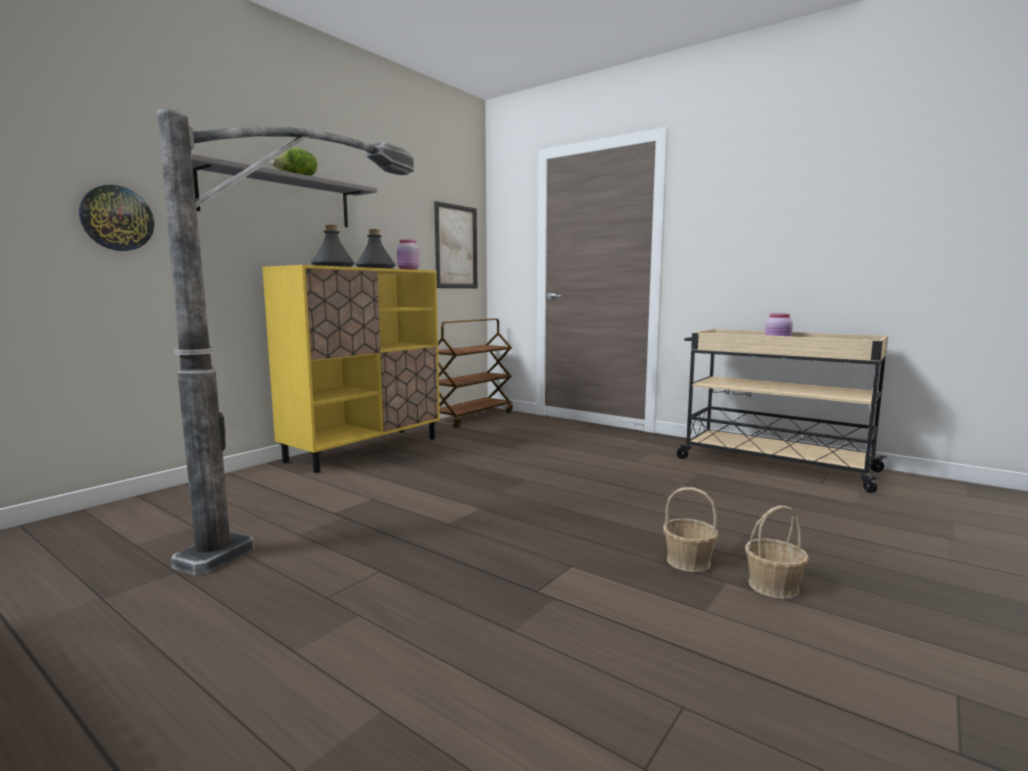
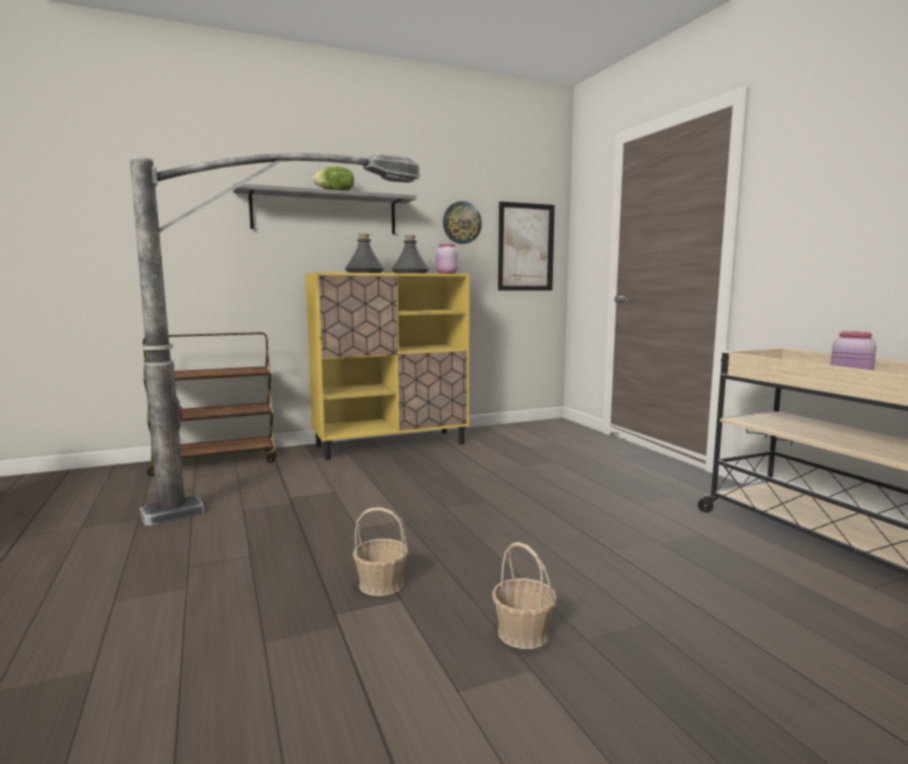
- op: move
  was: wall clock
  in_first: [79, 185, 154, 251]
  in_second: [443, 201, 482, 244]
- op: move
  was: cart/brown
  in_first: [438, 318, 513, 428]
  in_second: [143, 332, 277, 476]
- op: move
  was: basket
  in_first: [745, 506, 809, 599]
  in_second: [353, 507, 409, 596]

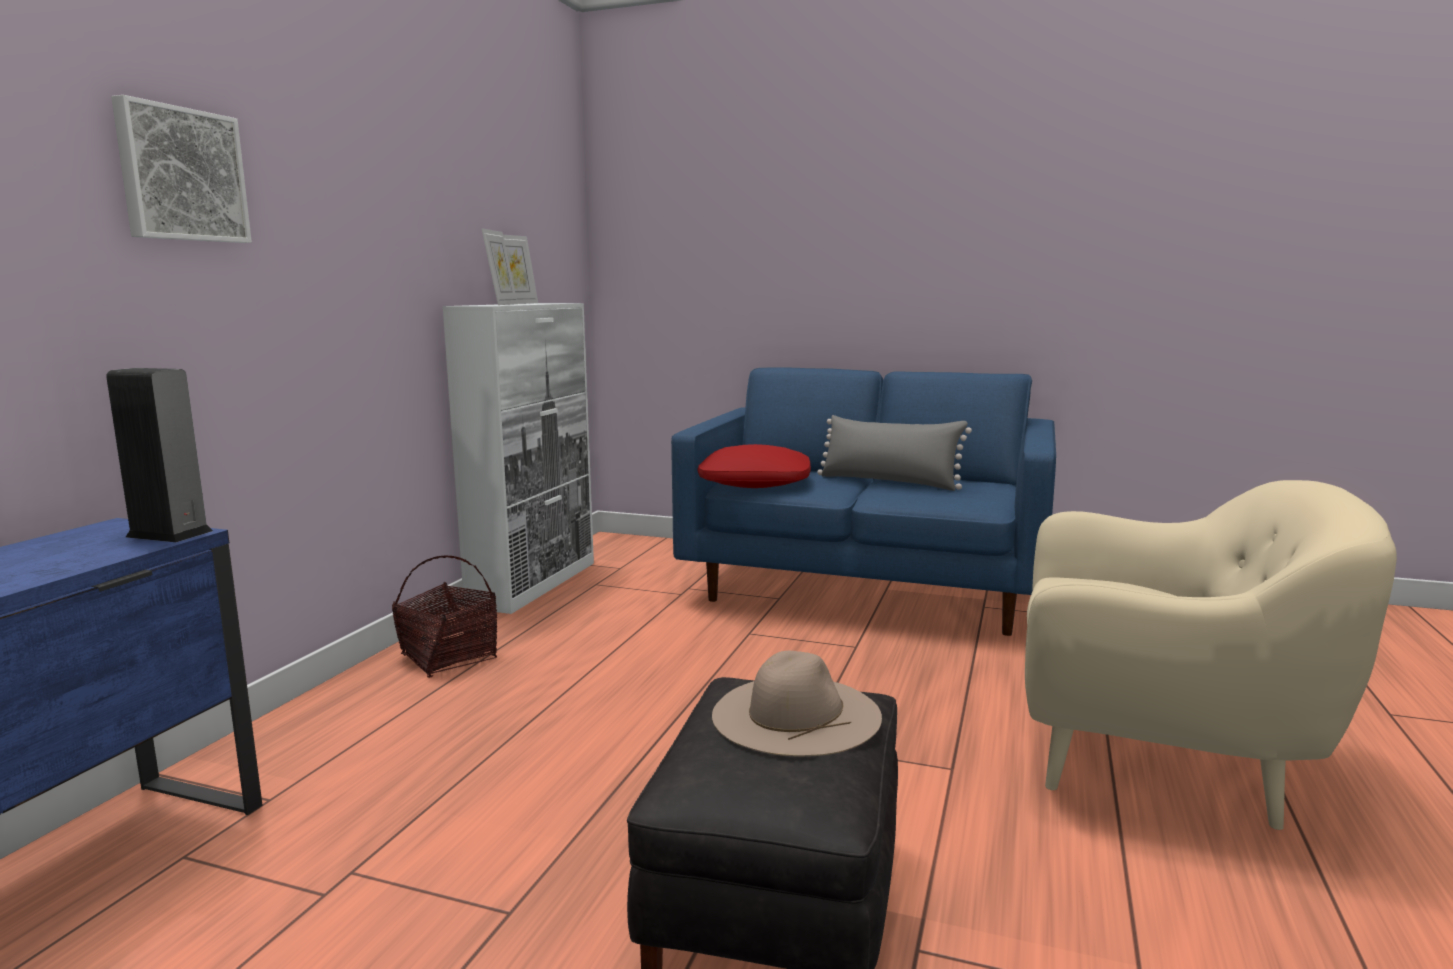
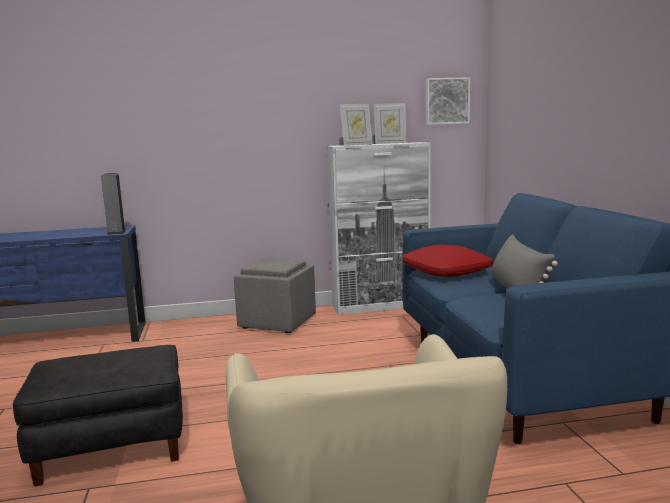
- op: delete
  was: hat/beige
  in_first: [712, 651, 882, 756]
- op: move
  was: picture
  in_first: [111, 95, 252, 243]
  in_second: [426, 77, 470, 125]
- op: replace
  was: basket
  now: ottoman/grey
  in_first: [392, 556, 497, 678]
  in_second: [234, 258, 316, 333]

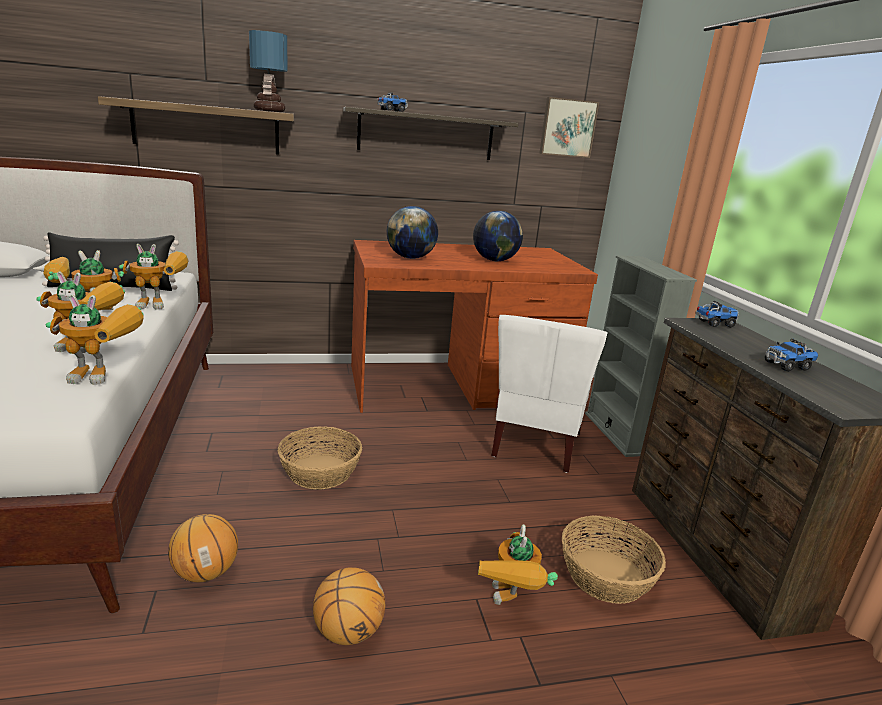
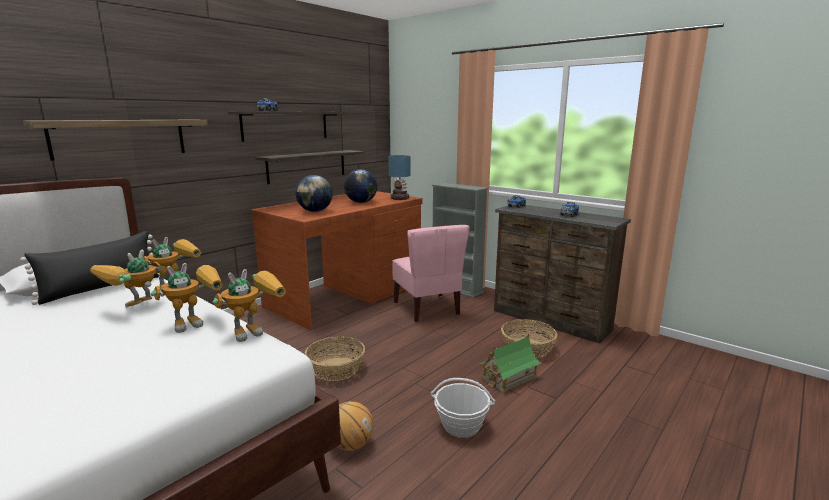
- op: delete
  was: picture
  in_first: [539, 97, 599, 158]
- op: insert
  now: shelf
  in_second: [256, 150, 365, 184]
- op: move
  was: table lamp
  in_first: [249, 30, 288, 112]
  in_second: [389, 155, 410, 200]
- op: replace
  was: basketball
  now: basket
  in_first: [313, 567, 385, 645]
  in_second: [431, 378, 495, 438]
- op: replace
  was: toy robot
  now: toy house
  in_first: [478, 524, 558, 605]
  in_second: [479, 334, 542, 392]
- op: recolor
  was: chair/white
  now: chair/pink
  in_first: [491, 315, 607, 473]
  in_second: [392, 225, 470, 322]

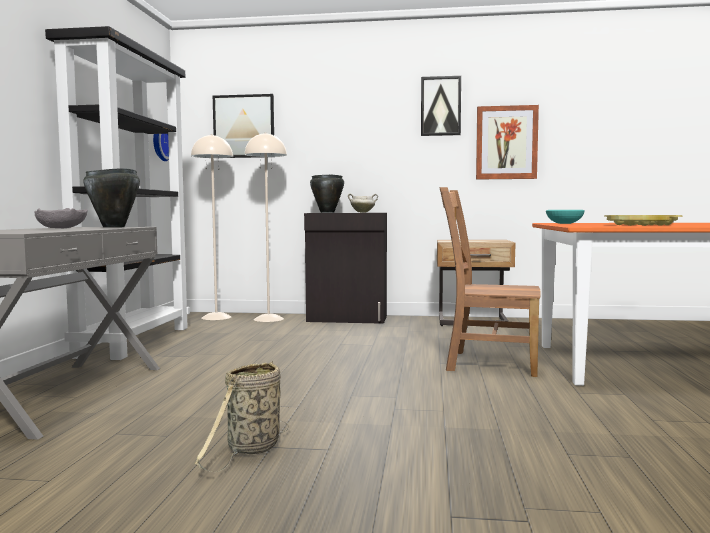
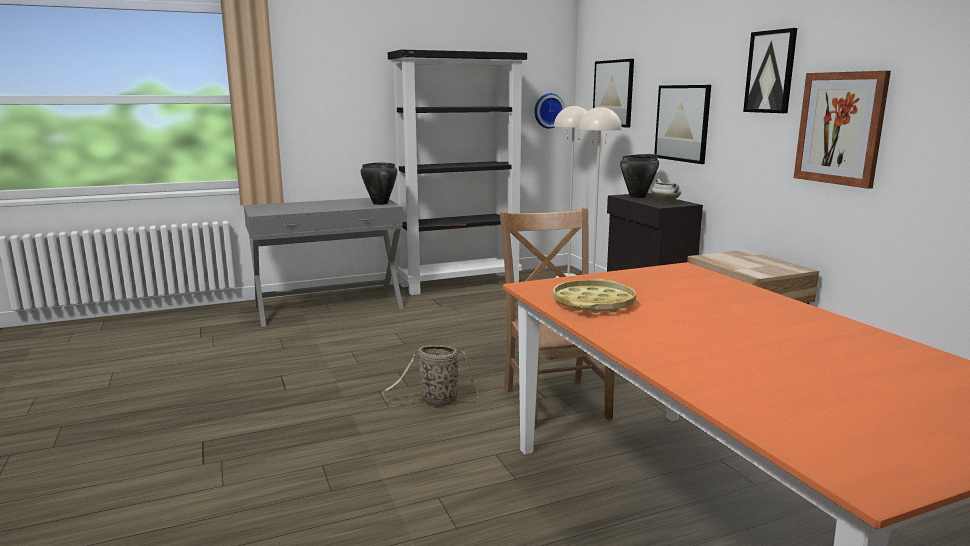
- op: delete
  was: bowl/grey
  in_first: [35, 208, 87, 228]
- op: delete
  was: bowl/turquoise
  in_first: [546, 210, 585, 224]
- op: insert
  now: picture
  in_second: [654, 85, 711, 164]
- op: move
  was: basket
  in_first: [195, 361, 289, 472]
  in_second: [382, 345, 478, 406]

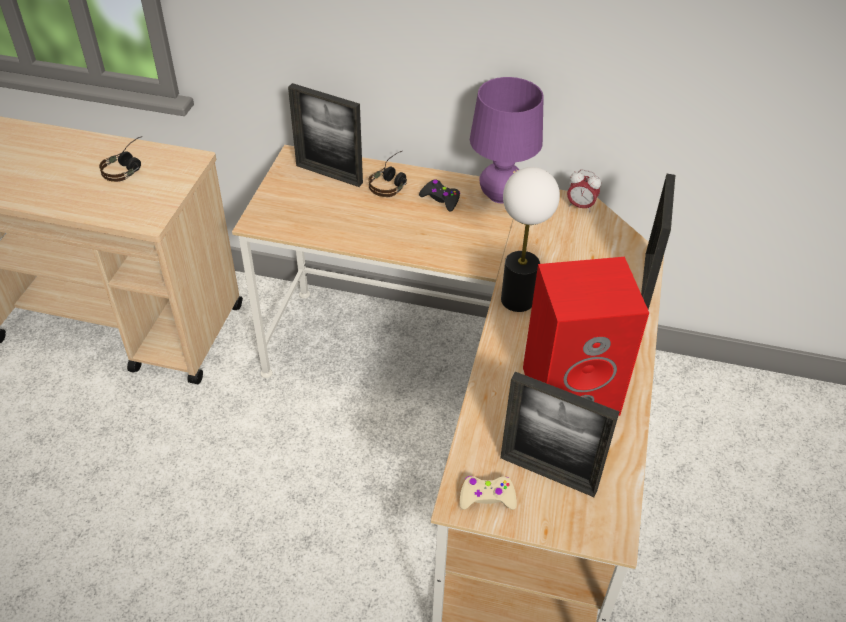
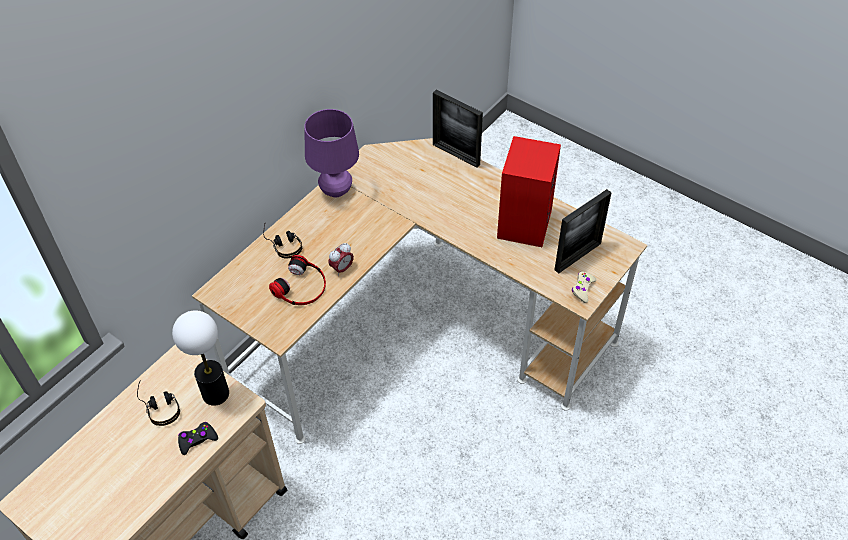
- op: delete
  was: picture frame
  in_first: [288, 83, 363, 187]
- op: insert
  now: headphones
  in_second: [269, 255, 326, 305]
- op: move
  was: game controller/black
  in_first: [419, 179, 460, 212]
  in_second: [178, 422, 218, 455]
- op: move
  was: table lamp
  in_first: [501, 167, 560, 312]
  in_second: [172, 310, 229, 406]
- op: move
  was: alarm clock
  in_first: [567, 170, 601, 212]
  in_second: [328, 243, 354, 276]

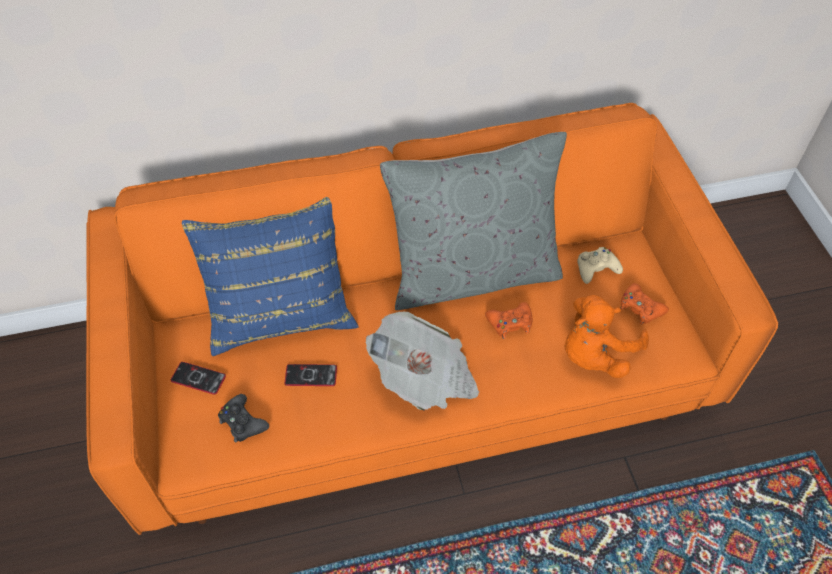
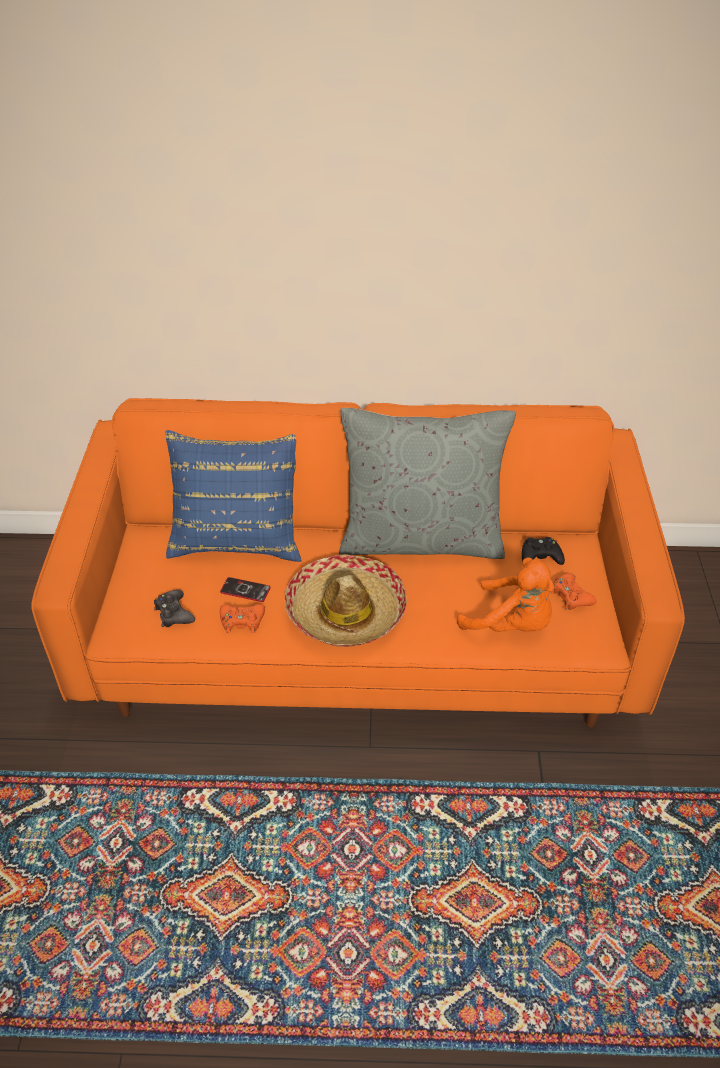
- op: delete
  was: phone
  in_first: [171, 362, 226, 395]
- op: move
  was: game controller/orange
  in_first: [485, 302, 532, 339]
  in_second: [220, 604, 265, 633]
- op: replace
  was: newspaper
  now: hat
  in_first: [366, 311, 479, 411]
  in_second: [285, 554, 407, 647]
- op: recolor
  was: game controller/beige
  now: game controller/black
  in_first: [577, 247, 623, 284]
  in_second: [522, 537, 565, 565]
- op: rotate
  was: plush toy/orange
  in_first: [565, 295, 649, 378]
  in_second: [457, 558, 554, 632]
  clockwise: -120

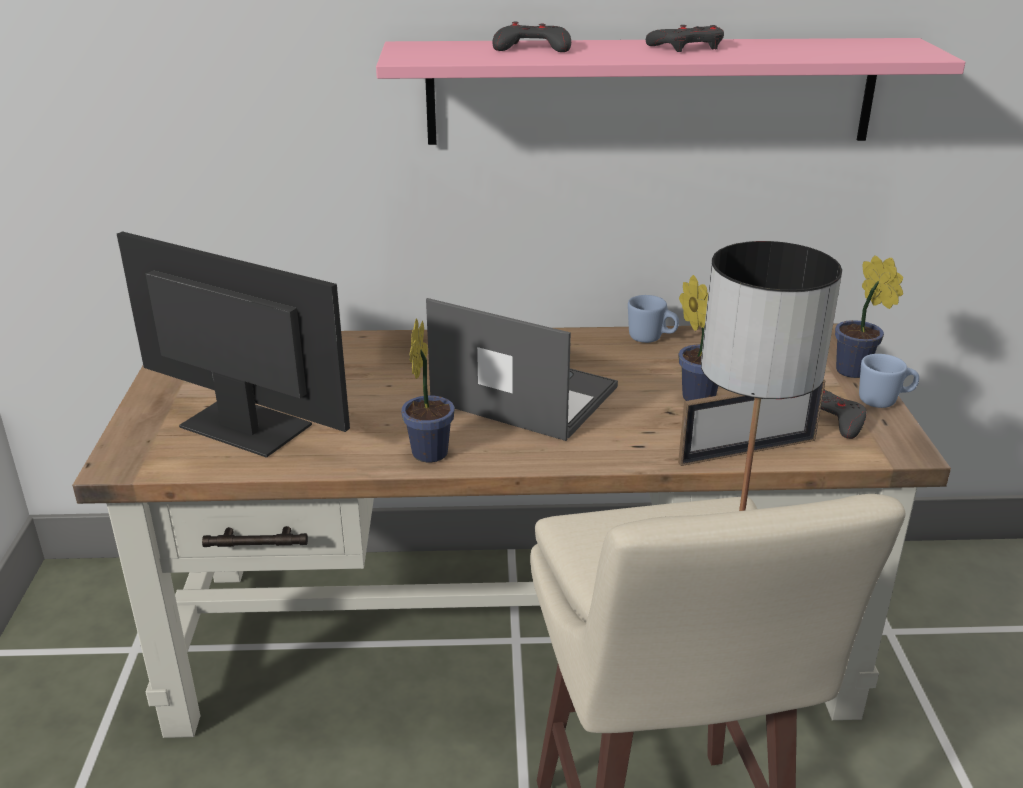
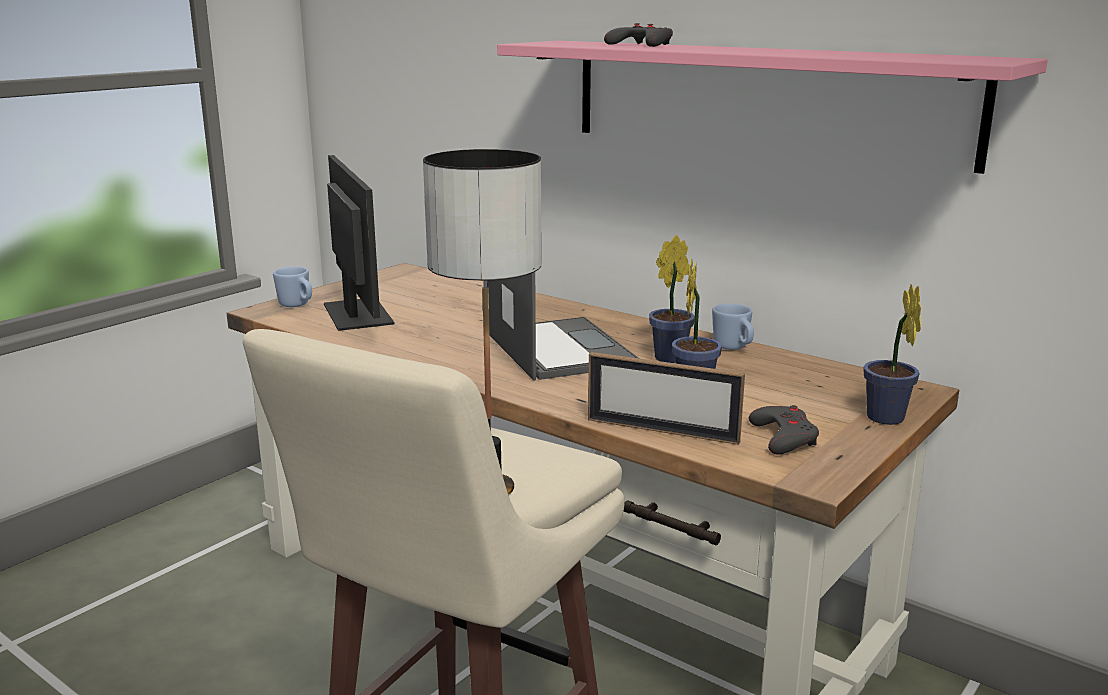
- op: delete
  was: game controller/grey
  in_first: [646, 25, 724, 52]
- op: move
  was: potted plant
  in_first: [401, 319, 455, 462]
  in_second: [649, 235, 695, 363]
- op: move
  was: mug/blue
  in_first: [859, 354, 919, 408]
  in_second: [273, 267, 312, 307]

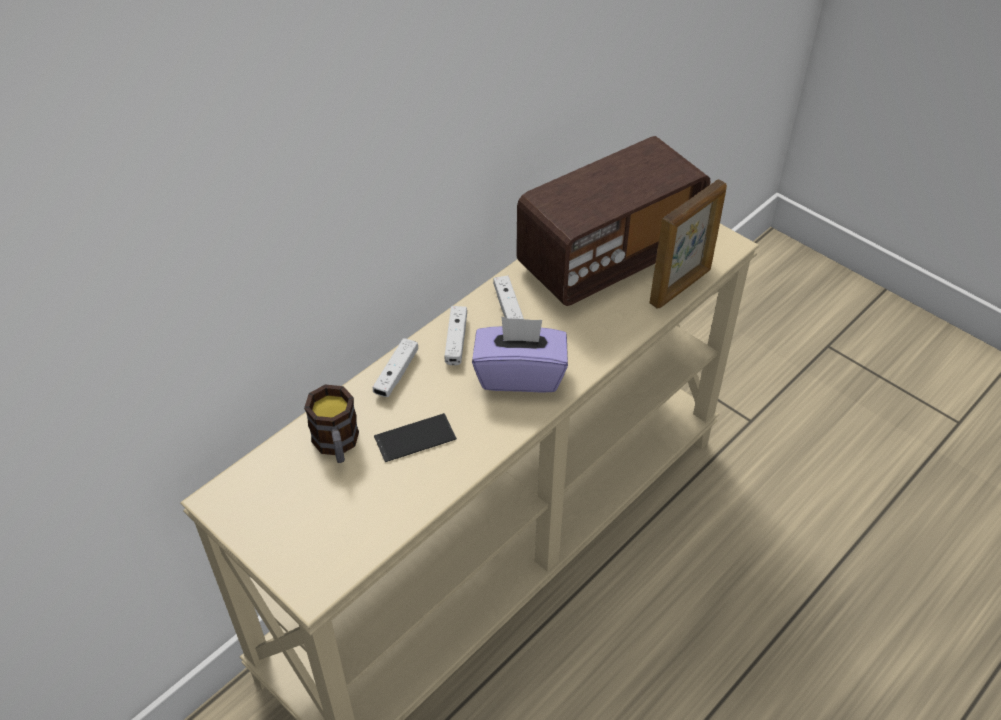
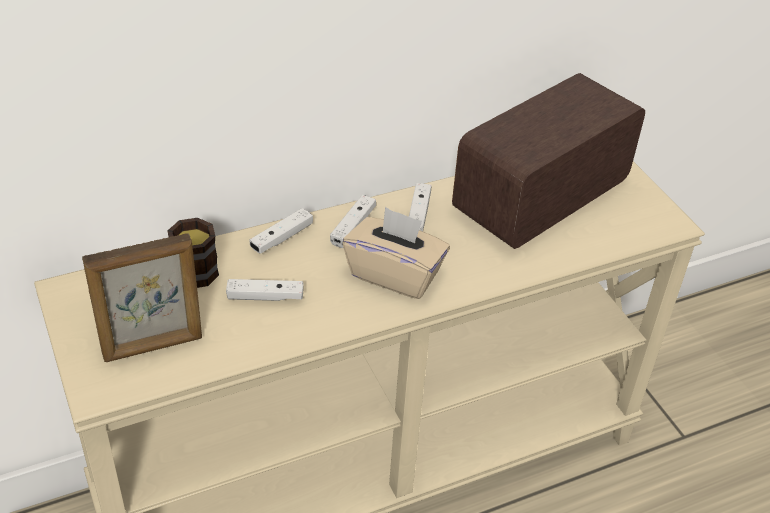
- op: move
  was: picture frame
  in_first: [649, 179, 727, 309]
  in_second: [82, 233, 202, 362]
- op: replace
  was: phone
  now: game controller/white
  in_first: [374, 413, 457, 462]
  in_second: [226, 279, 304, 301]
- op: recolor
  was: tissue box/purple
  now: tissue box/beige
  in_first: [472, 317, 568, 393]
  in_second: [343, 207, 450, 299]
- op: rotate
  was: radio
  in_first: [516, 136, 710, 306]
  in_second: [452, 73, 645, 249]
  clockwise: 150

